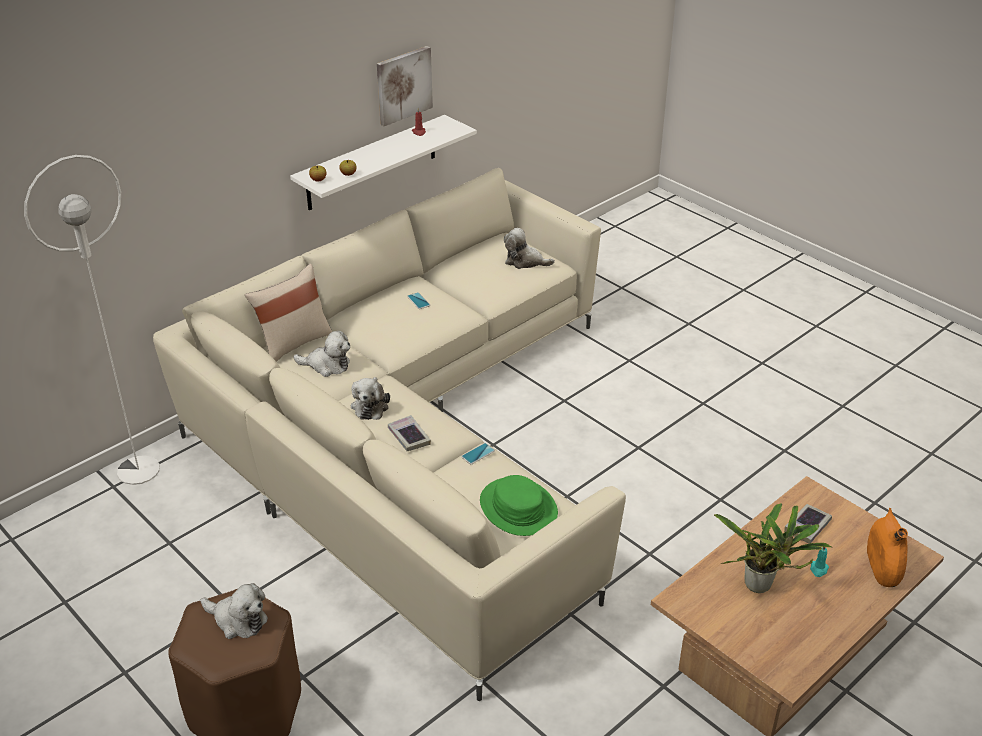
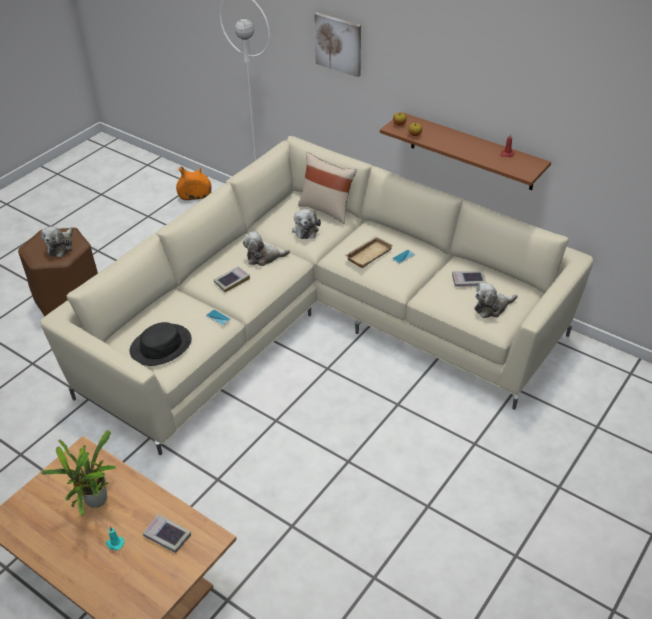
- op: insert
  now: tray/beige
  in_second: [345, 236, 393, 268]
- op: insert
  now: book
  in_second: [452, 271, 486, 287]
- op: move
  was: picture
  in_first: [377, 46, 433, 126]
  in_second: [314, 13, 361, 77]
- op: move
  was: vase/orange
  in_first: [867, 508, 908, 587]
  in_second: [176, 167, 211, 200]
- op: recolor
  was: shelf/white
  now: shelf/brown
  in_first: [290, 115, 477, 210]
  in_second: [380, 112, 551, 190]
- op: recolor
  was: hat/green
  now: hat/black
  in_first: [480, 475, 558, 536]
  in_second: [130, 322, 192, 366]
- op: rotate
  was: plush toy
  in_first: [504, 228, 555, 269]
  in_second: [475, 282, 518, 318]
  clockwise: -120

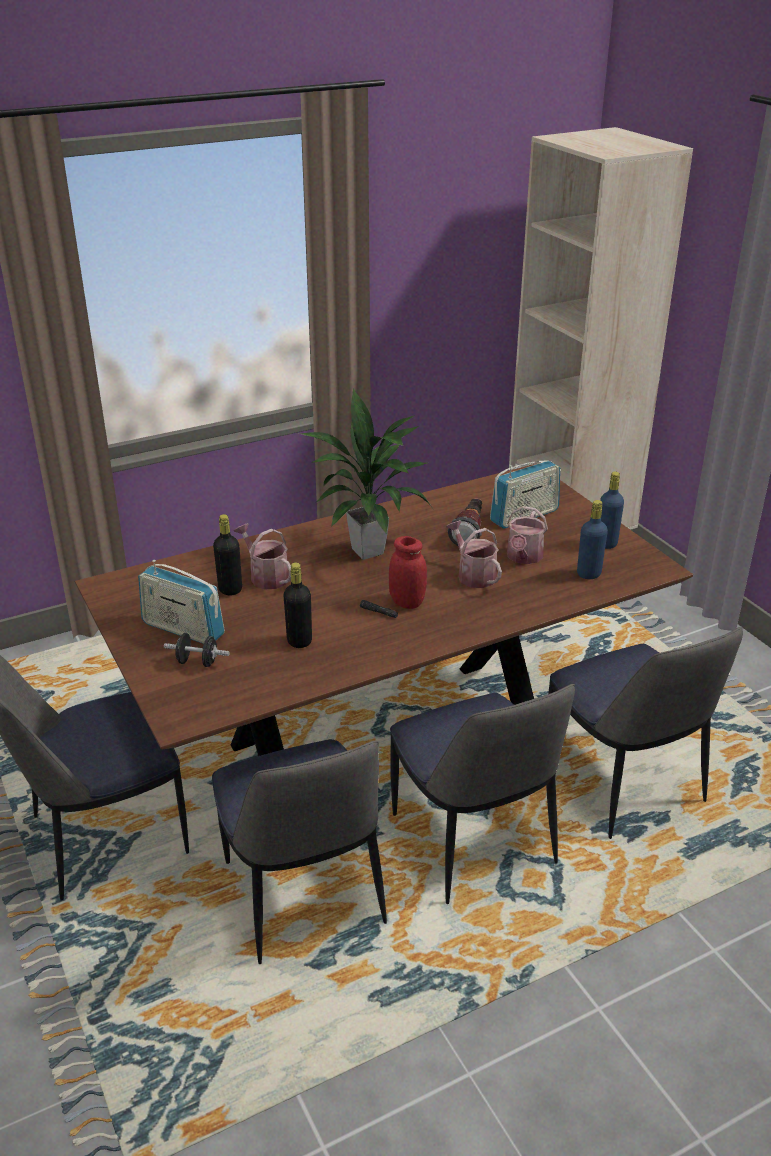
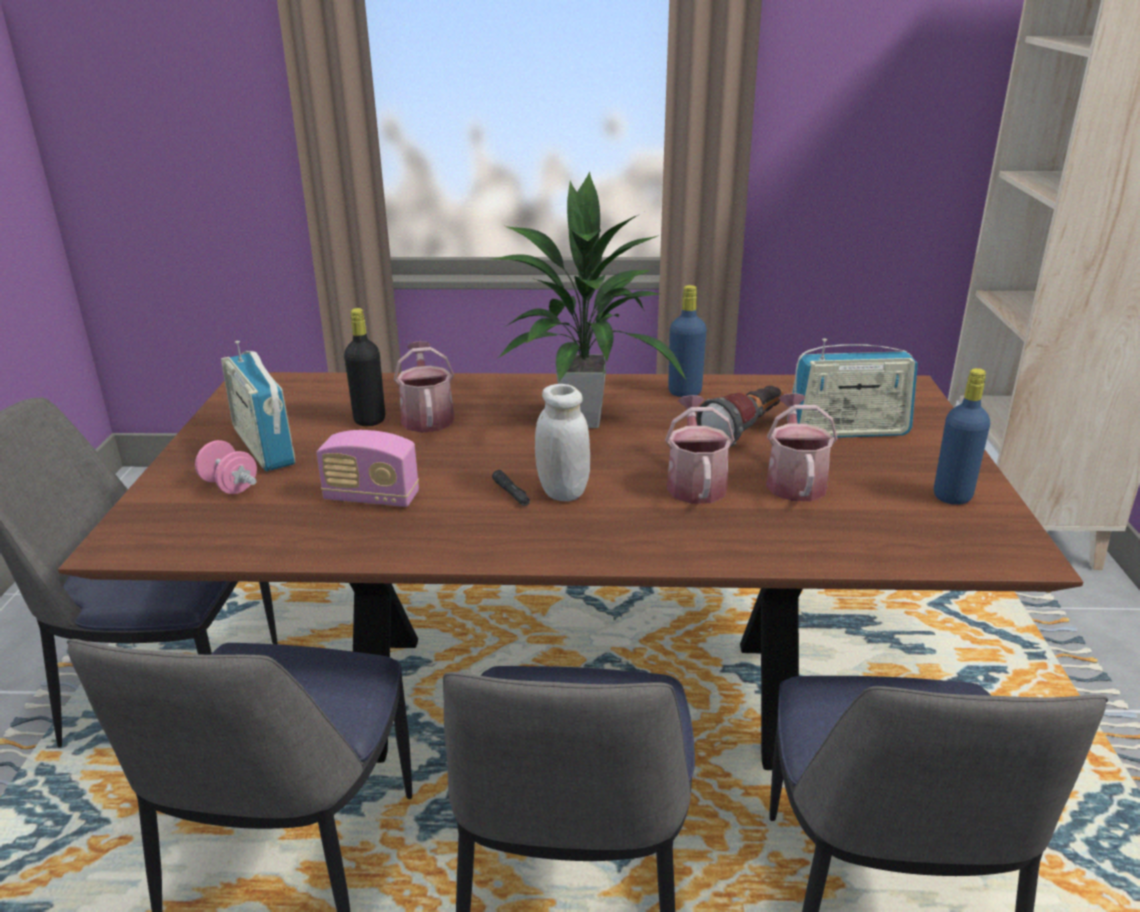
- op: move
  was: bottle/blue
  in_first: [577, 500, 608, 579]
  in_second: [668, 285, 707, 397]
- op: replace
  was: bottle/black
  now: radio
  in_first: [284, 562, 312, 648]
  in_second: [317, 430, 419, 507]
- op: recolor
  was: dumbbell/black
  now: dumbbell/pink
  in_first: [164, 633, 230, 667]
  in_second: [195, 440, 257, 494]
- op: recolor
  was: jar/red
  now: jar/white
  in_first: [389, 536, 427, 609]
  in_second: [535, 384, 590, 501]
- op: rotate
  was: watering can
  in_first: [507, 506, 548, 564]
  in_second: [766, 393, 838, 501]
  clockwise: 135

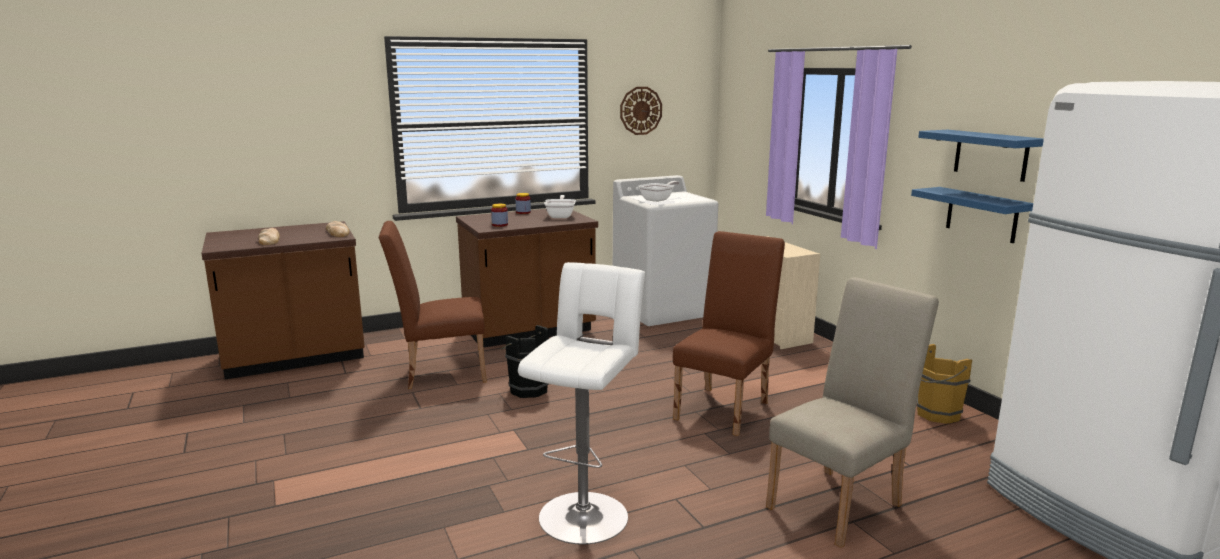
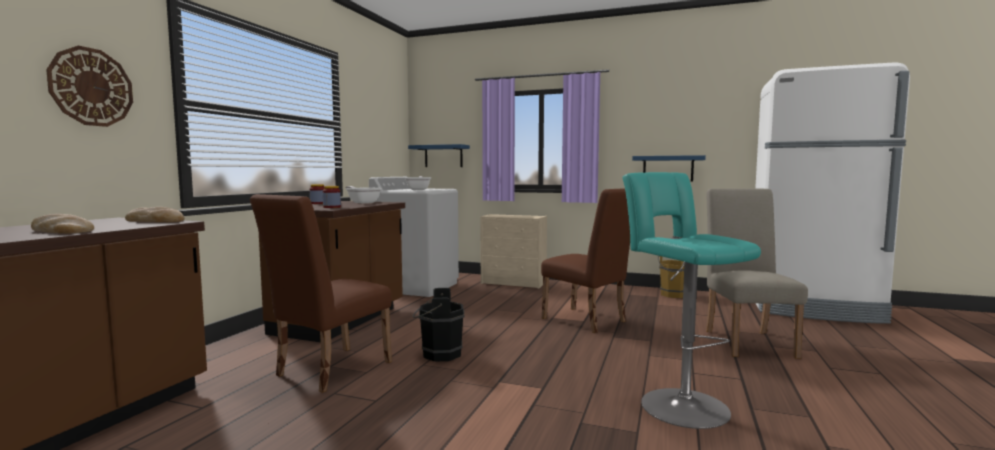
- op: move
  was: wall clock
  in_first: [620, 87, 662, 135]
  in_second: [46, 46, 133, 127]
- op: move
  was: shelf/blue
  in_first: [918, 130, 1044, 182]
  in_second: [408, 144, 470, 167]
- op: recolor
  was: stool/white
  now: stool/turquoise
  in_first: [518, 262, 645, 545]
  in_second: [622, 172, 761, 429]
- op: rotate
  was: chair/brown
  in_first: [673, 231, 785, 436]
  in_second: [541, 188, 630, 333]
  clockwise: 150

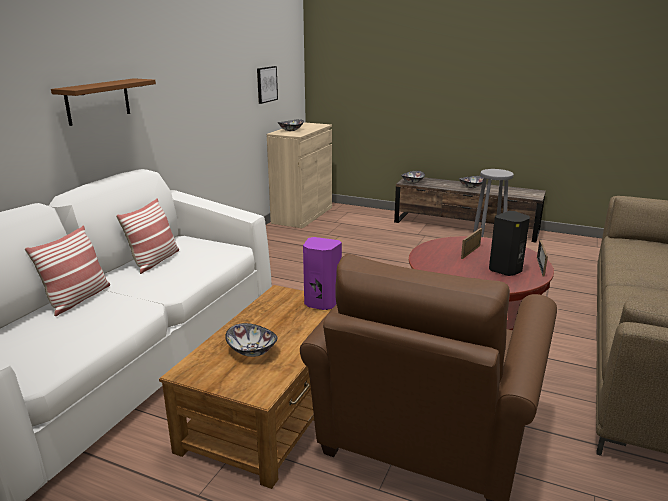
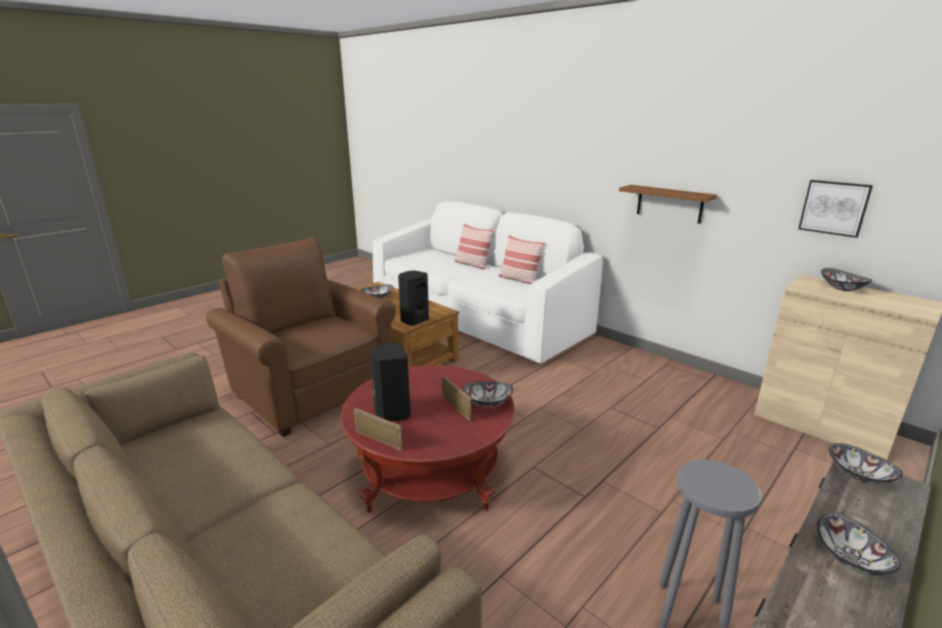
- op: insert
  now: bowl
  in_second: [463, 381, 513, 407]
- op: move
  was: shelf/brown
  in_first: [51, 78, 156, 126]
  in_second: [619, 185, 717, 224]
- op: recolor
  was: speaker/purple
  now: speaker/black
  in_first: [303, 237, 342, 310]
  in_second: [398, 270, 429, 326]

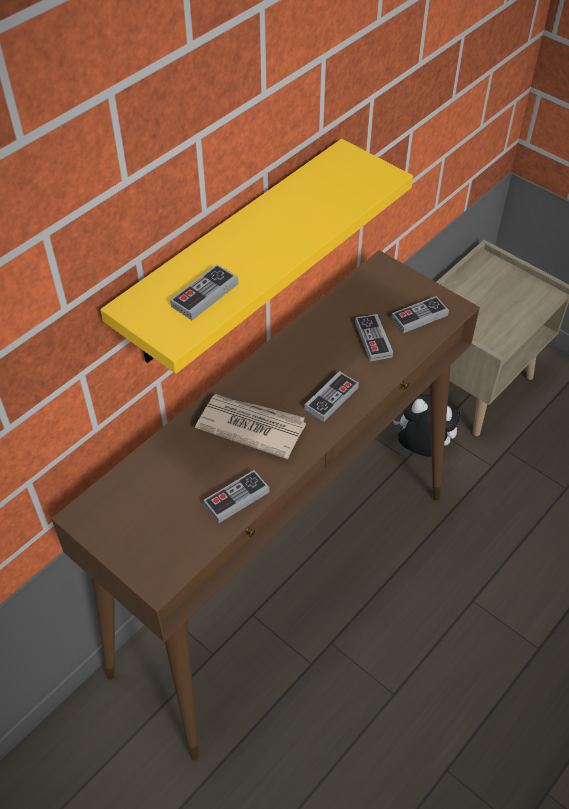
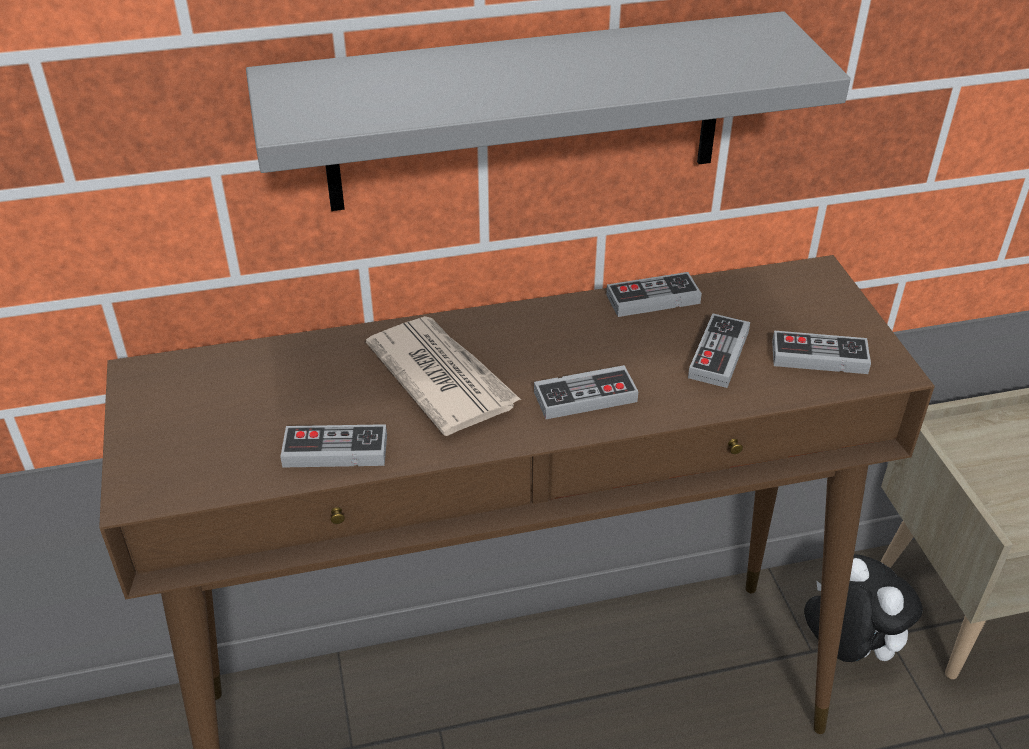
- op: move
  was: game controller
  in_first: [170, 264, 238, 320]
  in_second: [606, 272, 702, 317]
- op: recolor
  was: shelf/yellow
  now: shelf/grey
  in_first: [100, 139, 413, 374]
  in_second: [246, 11, 850, 211]

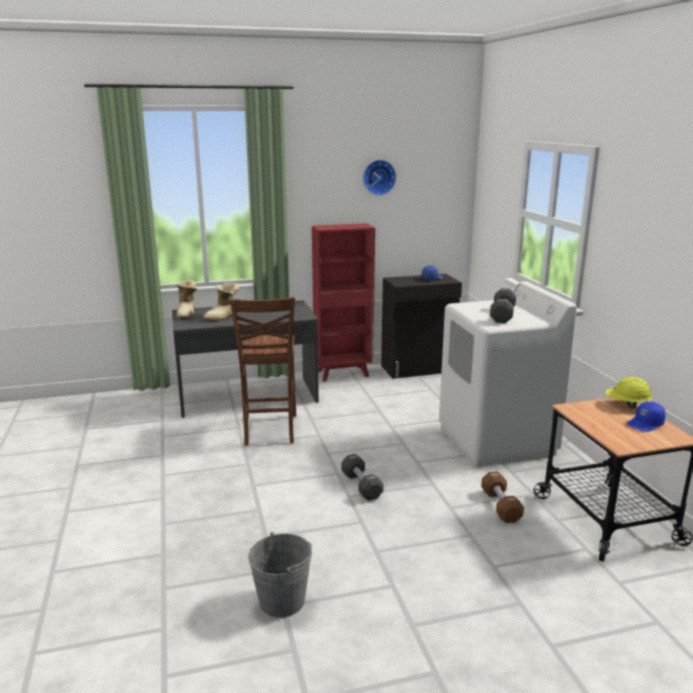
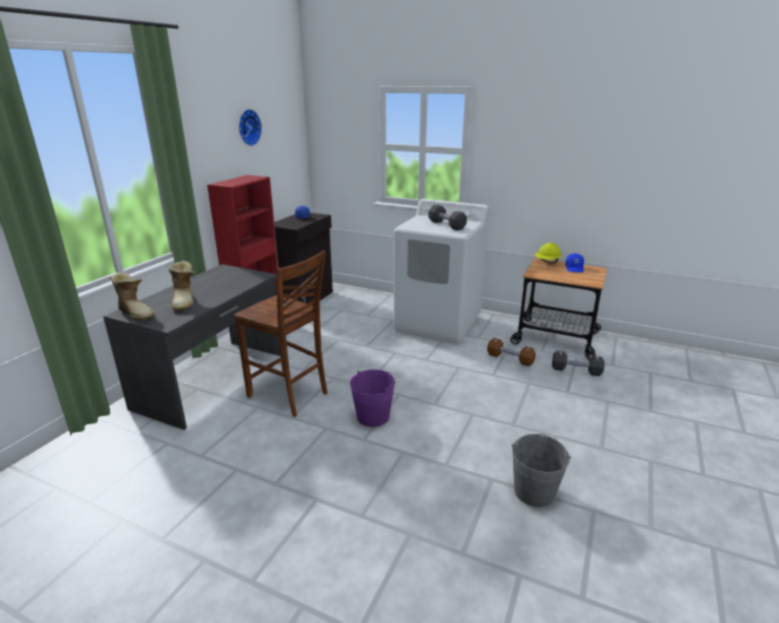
- op: insert
  now: bucket/purple
  in_second: [350, 369, 395, 427]
- op: move
  was: dumbbell/black
  in_first: [341, 454, 384, 501]
  in_second: [552, 351, 605, 376]

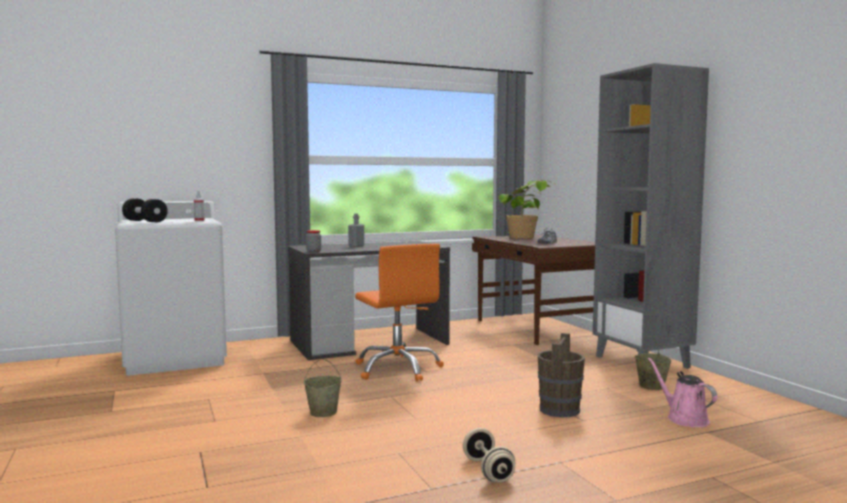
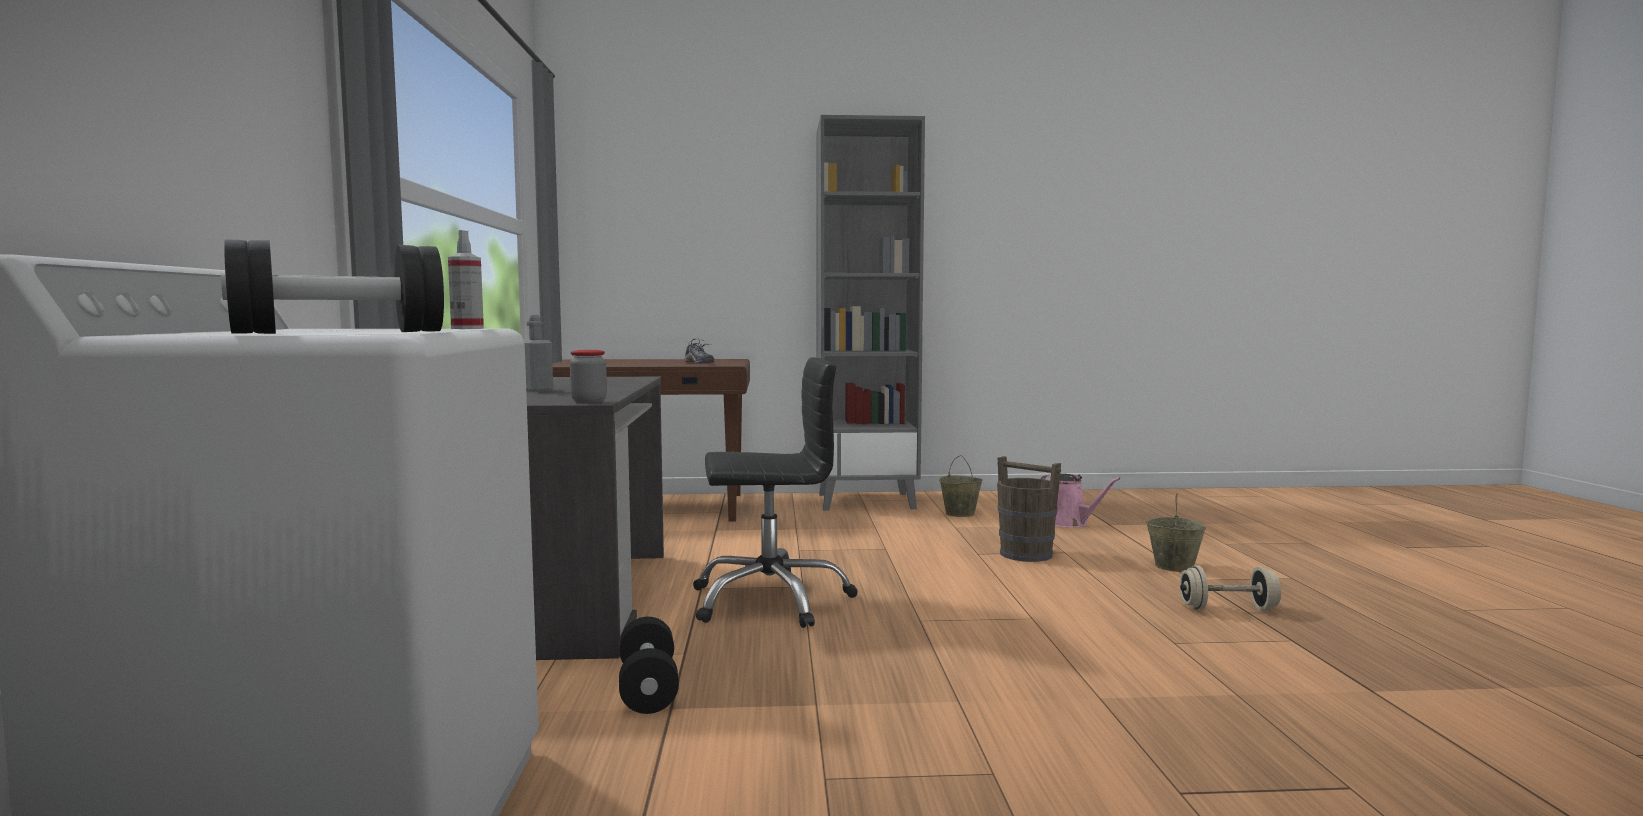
- op: delete
  was: potted plant
  in_first: [499, 180, 557, 239]
- op: insert
  now: dumbbell/black
  in_second: [619, 617, 679, 714]
- op: move
  was: bucket/beige
  in_first: [303, 358, 342, 417]
  in_second: [1146, 493, 1206, 572]
- op: recolor
  was: office chair/orange
  now: office chair/black
  in_first: [355, 244, 444, 381]
  in_second: [693, 357, 858, 628]
- op: rotate
  was: watering can/pink
  in_first: [647, 357, 717, 427]
  in_second: [1040, 474, 1121, 528]
  clockwise: -120

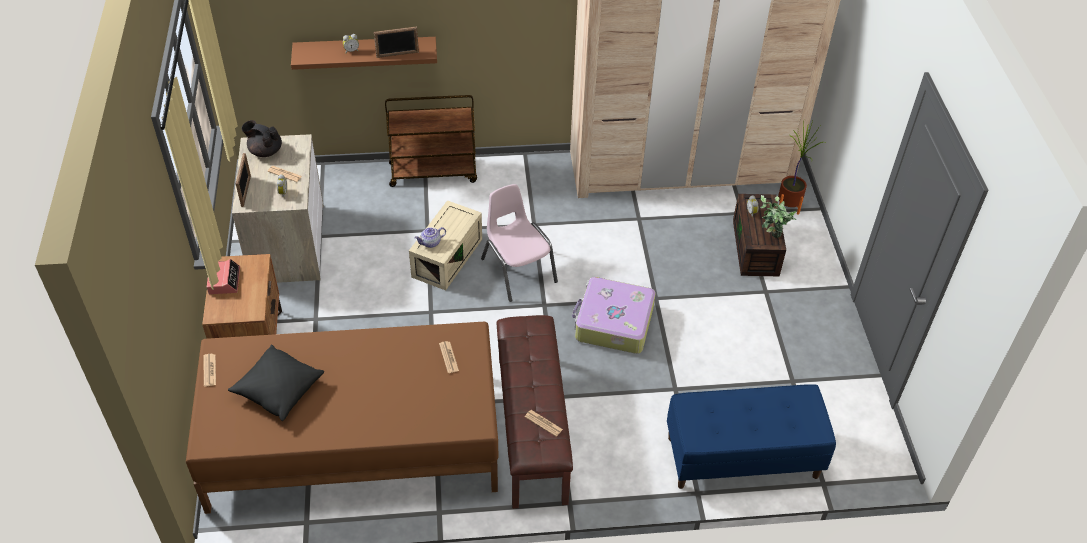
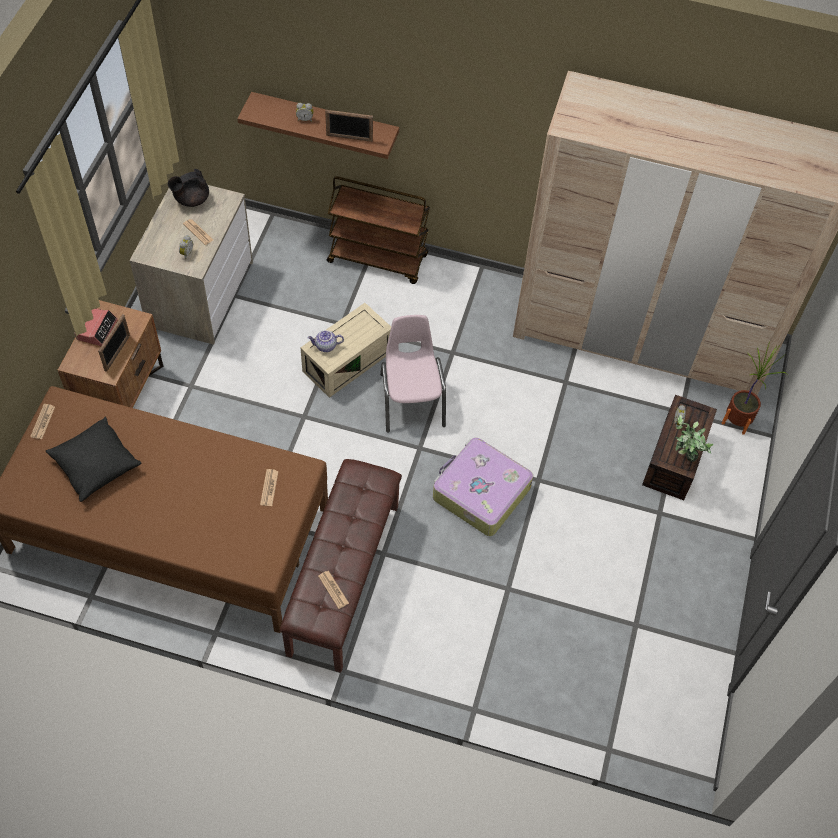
- op: delete
  was: bench/blue
  in_first: [667, 384, 836, 489]
- op: move
  was: picture frame
  in_first: [236, 153, 251, 207]
  in_second: [98, 314, 130, 372]
- op: rotate
  was: teapot/black
  in_first: [241, 120, 282, 157]
  in_second: [168, 169, 209, 207]
  clockwise: -75

